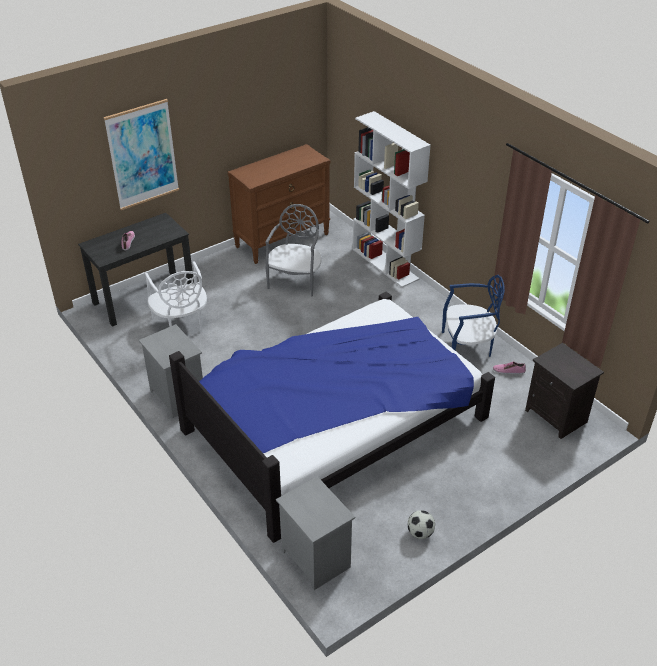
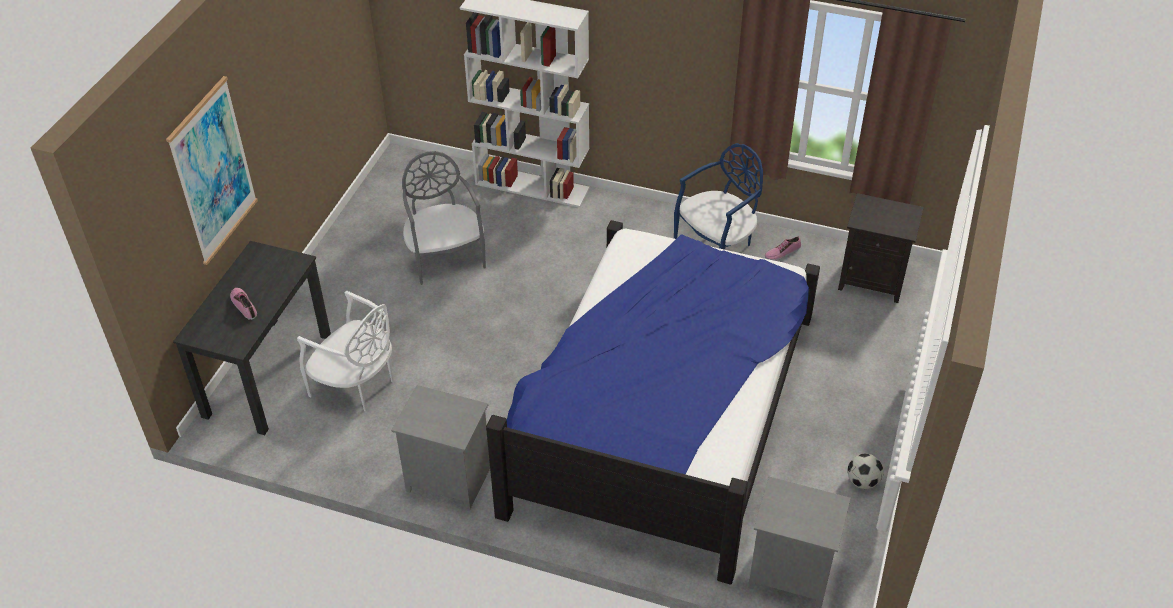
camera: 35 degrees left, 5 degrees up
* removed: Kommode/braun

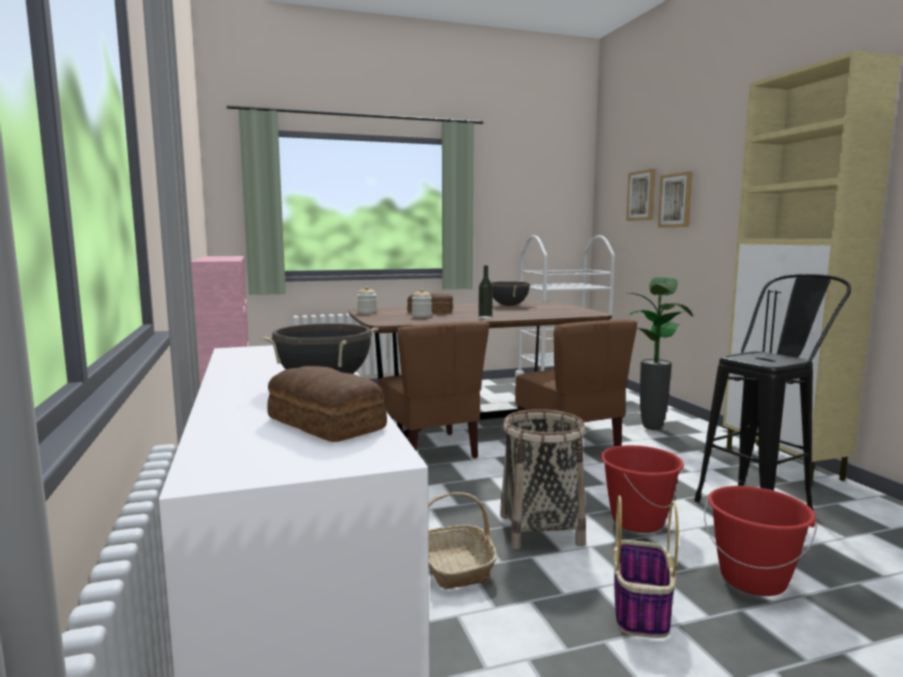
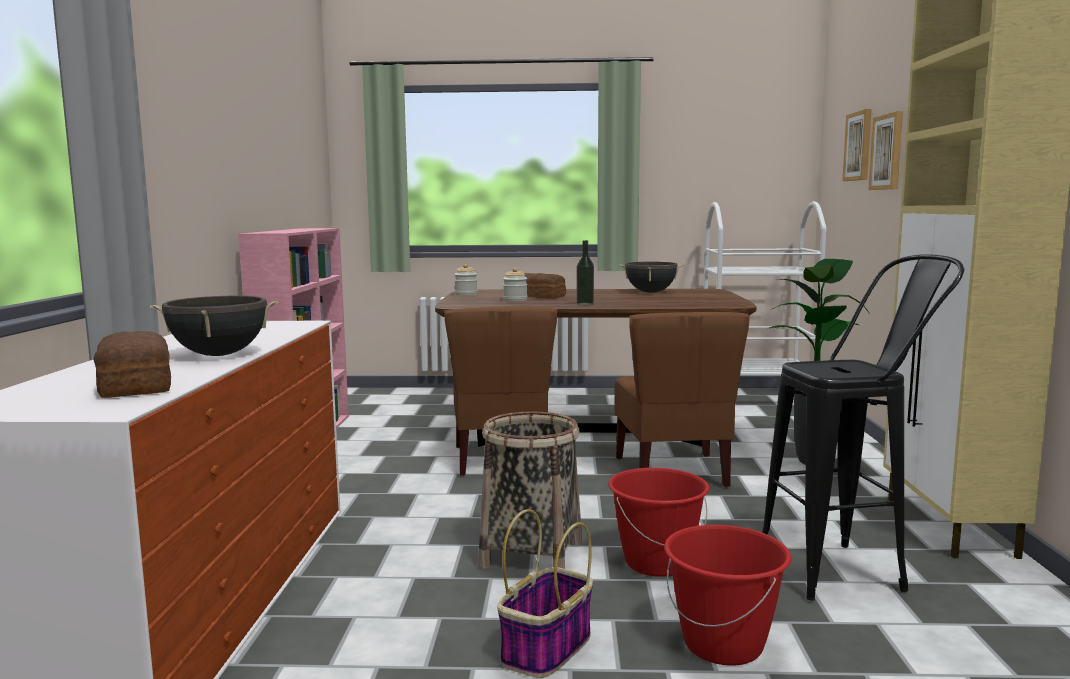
camera: 20 degrees right, 0 degrees up
* removed: Korb (1st from left)

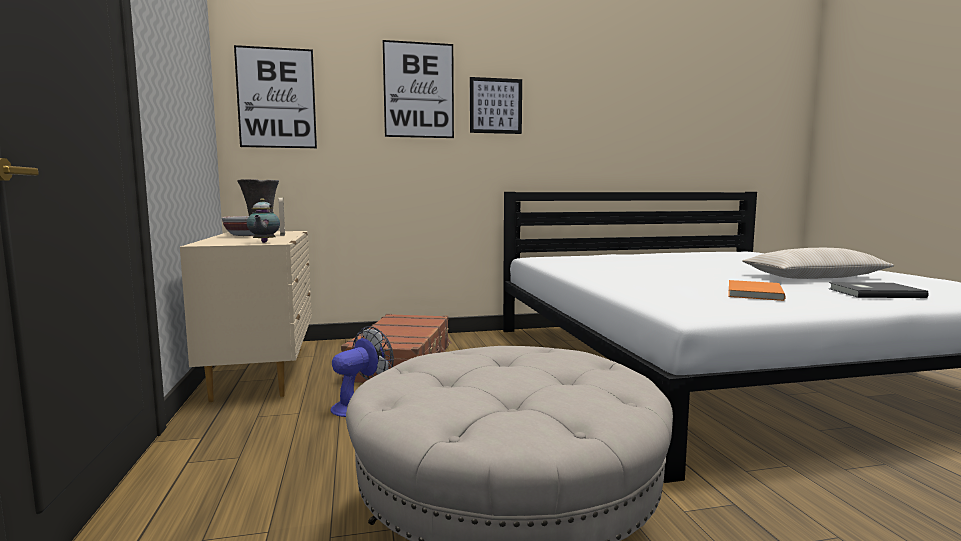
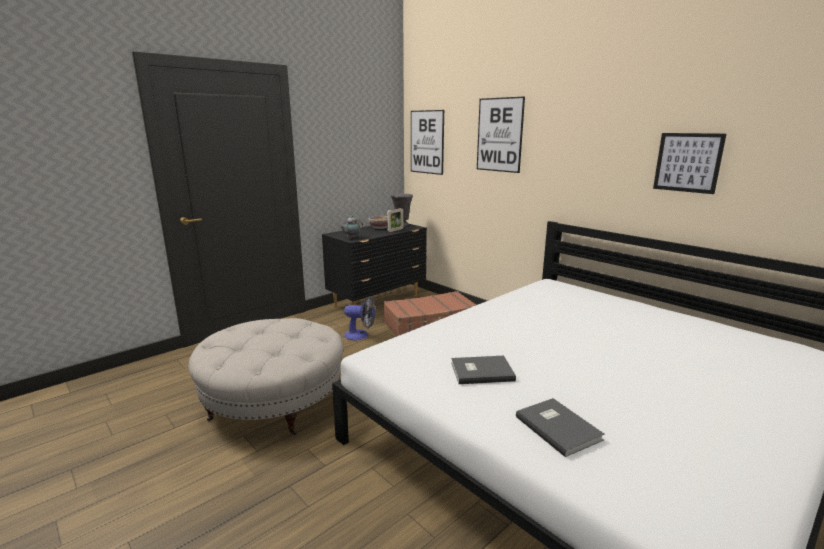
camera: 60 degrees right, 10 degrees up
* moved: Bild (3rd from left)
* recoloured: Kommode/beige to Kommode/schwarz
* removed: Kissen/beige
* recoloured: Buch/orange to Buch/grau (1st from left)

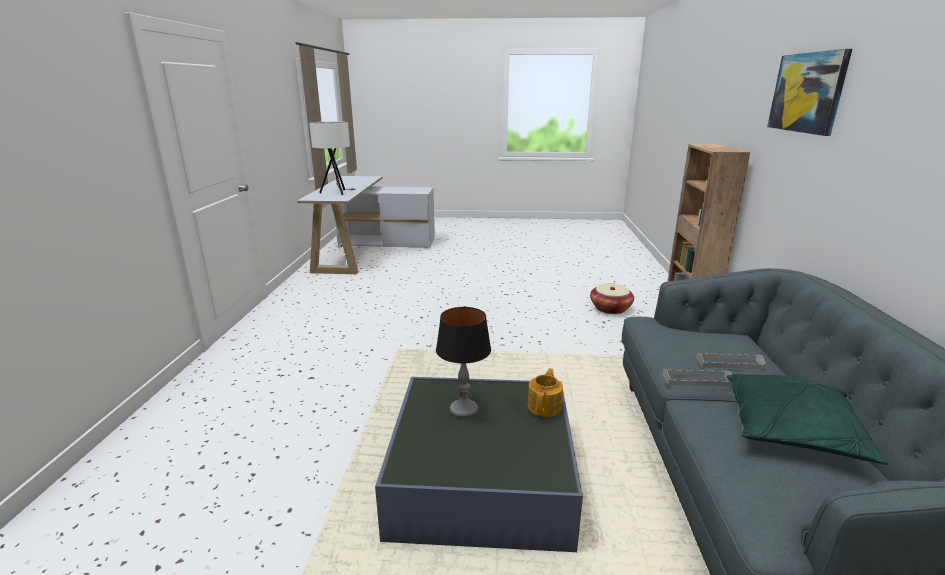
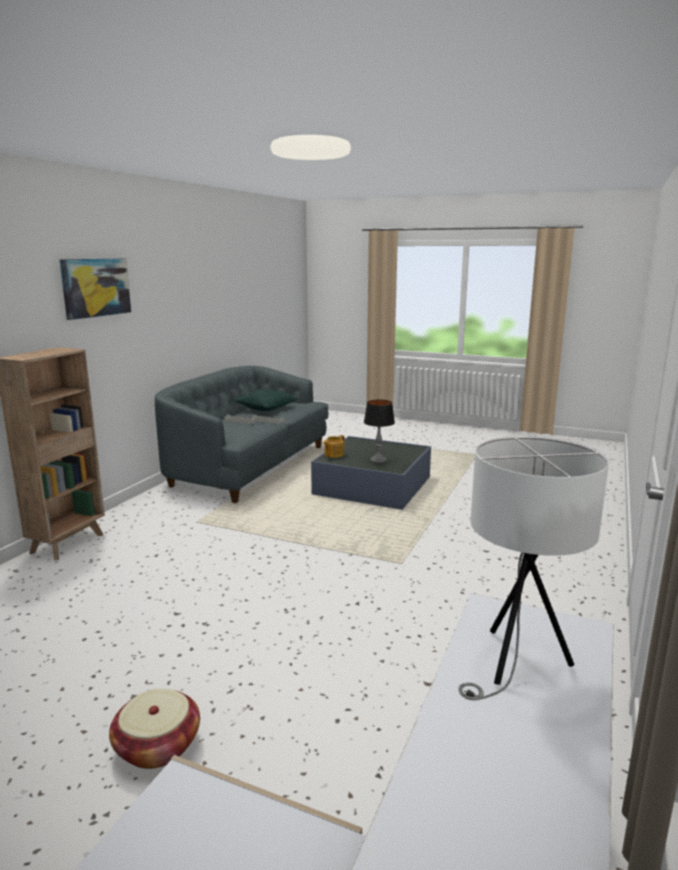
camera: 160 degrees left, 5 degrees down
* moved: Korb

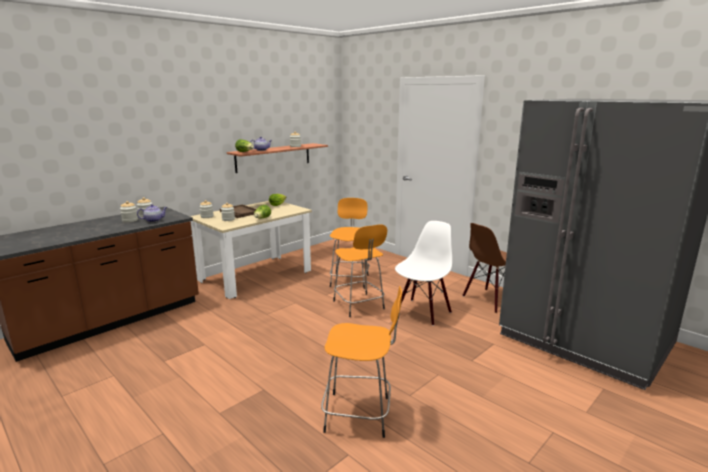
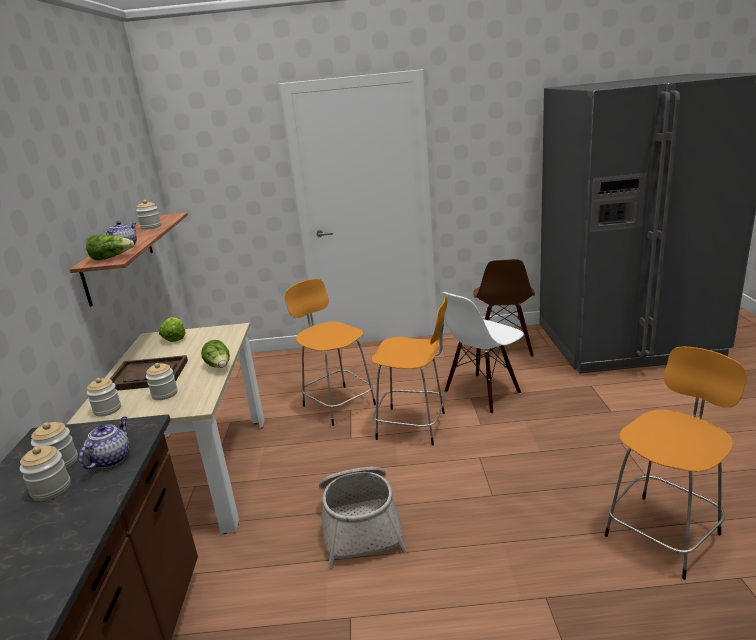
camera: 45 degrees left, 5 degrees up
* turned: Stuhl/weiß 120 degrees counterclockwise
* added: Korb

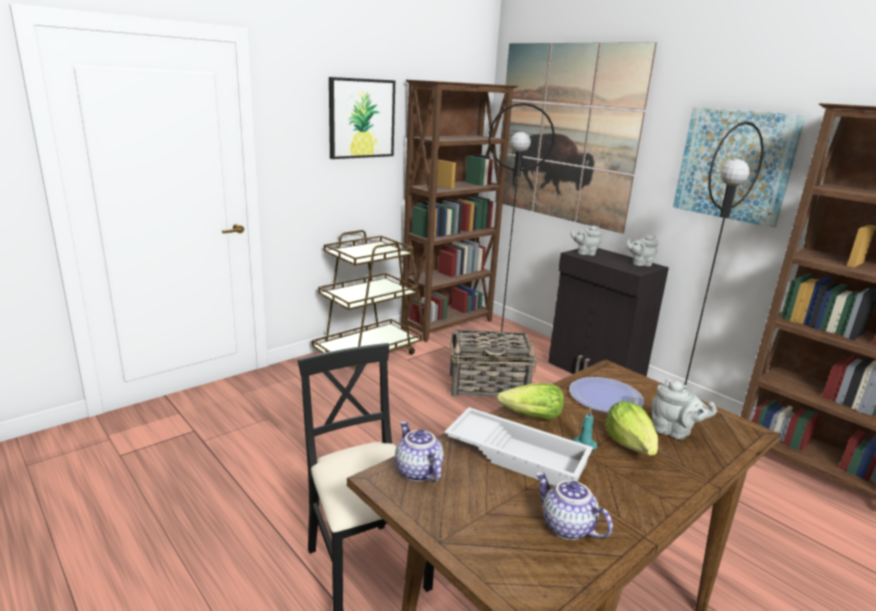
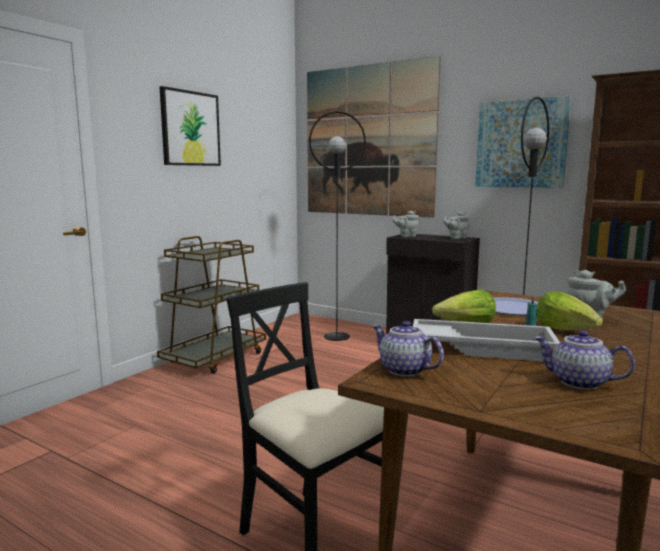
camera: 15 degrees left, 10 degrees down
* removed: Bücherregal/braun (1st from left)
* removed: Korb

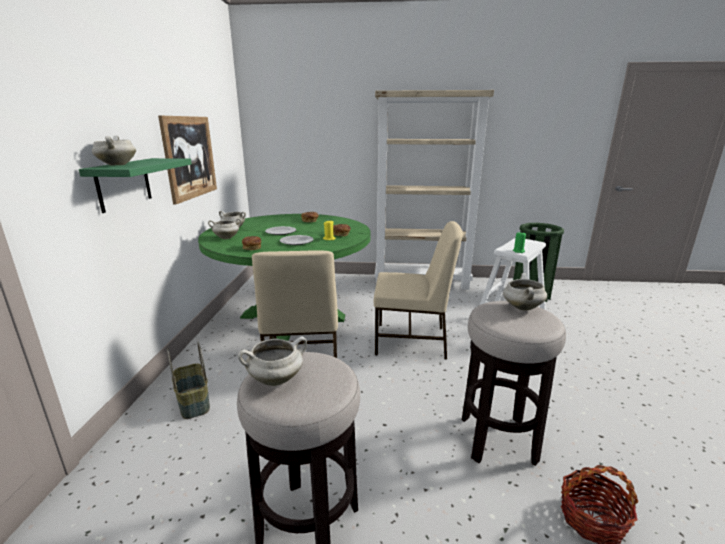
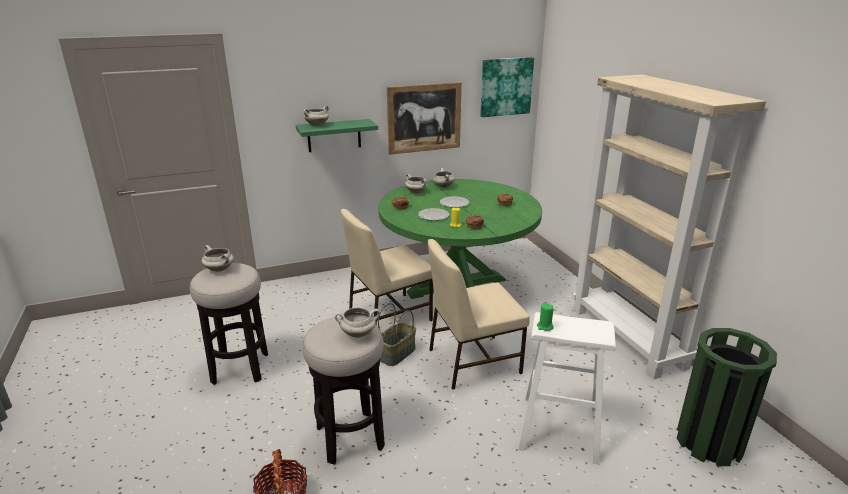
camera: 65 degrees right, 5 degrees up
* turned: Stuhl/beige (2nd from left) 90 degrees clockwise
* moved: Korb (1st from left in the first image) to Korb (2nd from left)
* added: Bild (2nd from left)

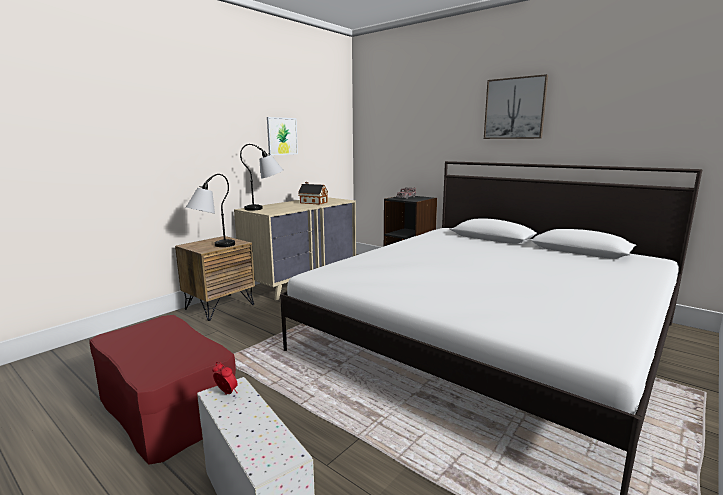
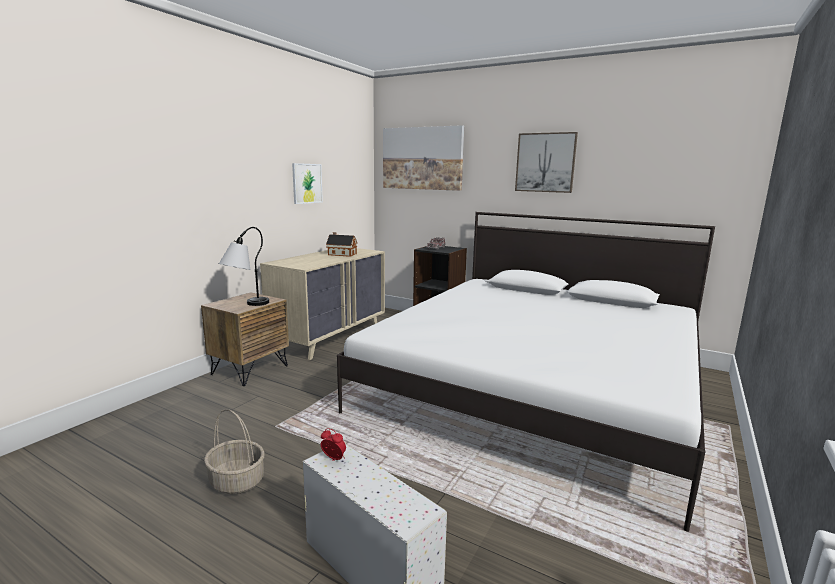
camera: 10 degrees left, 0 degrees up
* removed: Tischlampe (2nd from left)
* replaced: Polsterhocker/rot to Korb
* added: Bild (2nd from left)

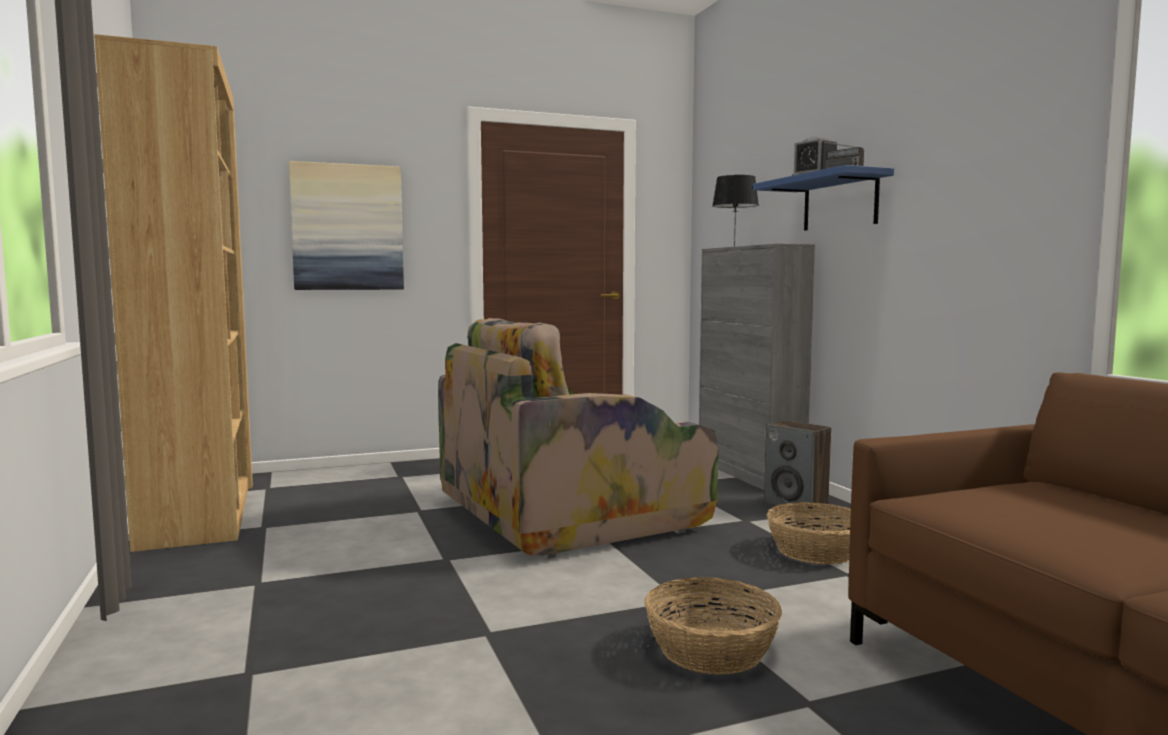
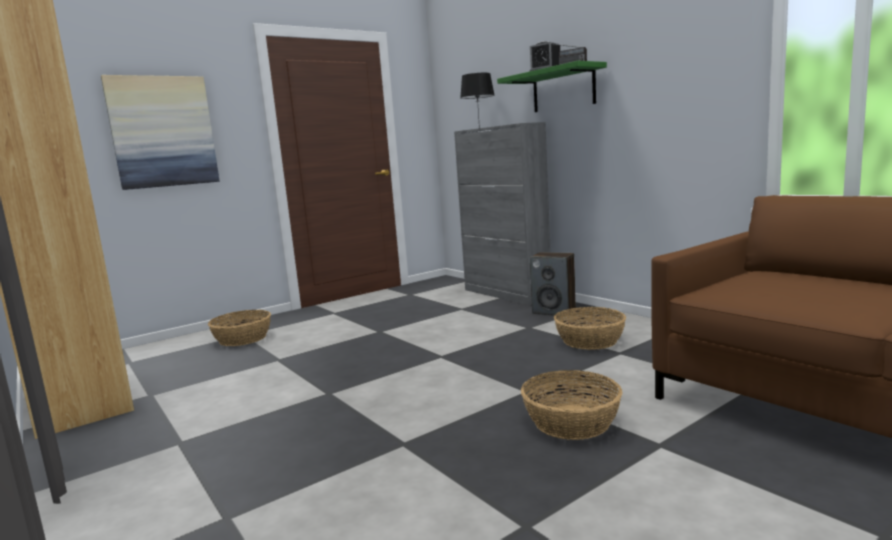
camera: 15 degrees left, 5 degrees up
* recoloured: Wandregal/blau to Wandregal/grün
* removed: Sessel
* added: Korb (1st from left)

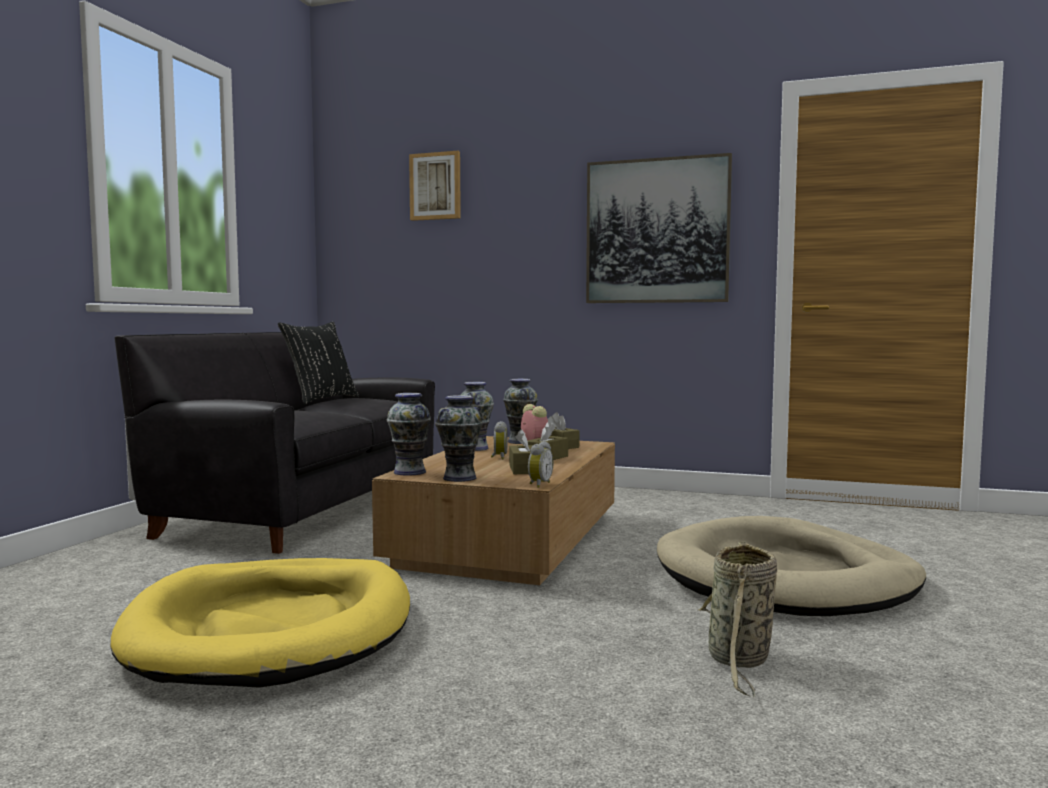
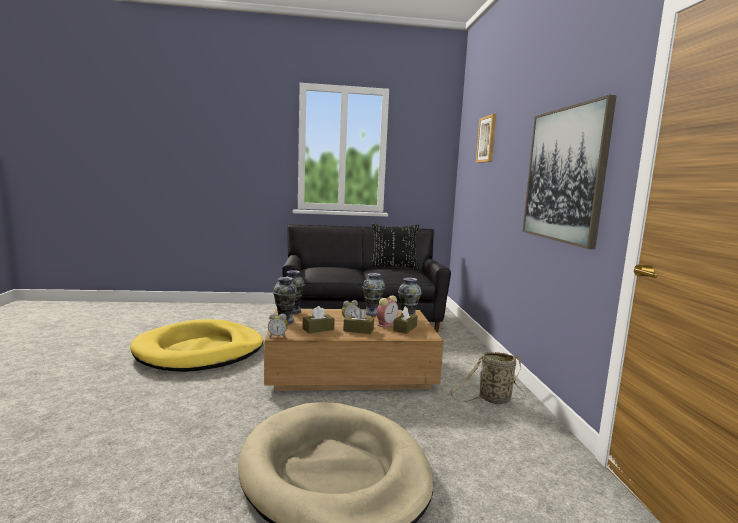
camera: 65 degrees right, 5 degrees up
* moved: Korb

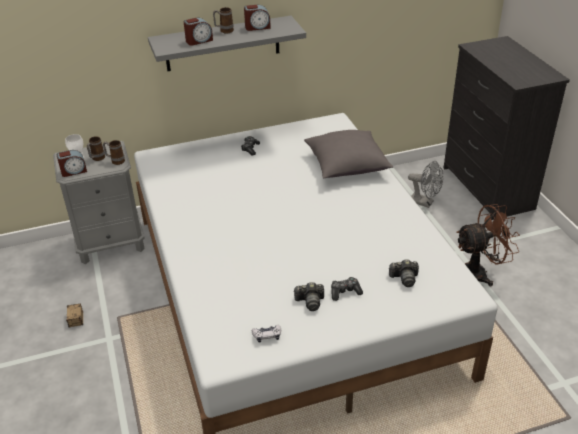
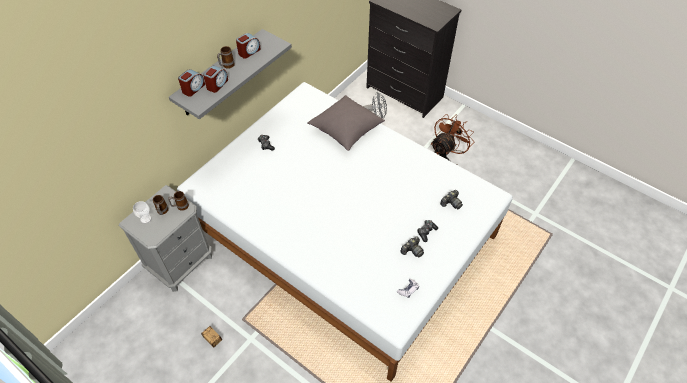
camera: 35 degrees left, 15 degrees up
* moved: Wecker (1st from left)

